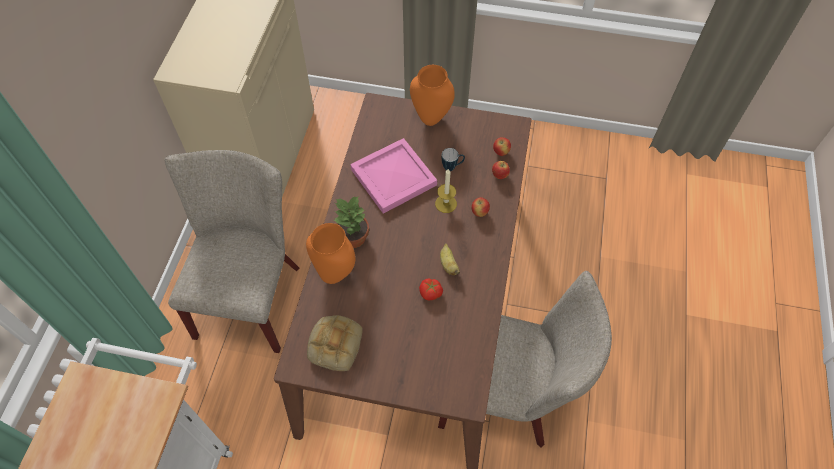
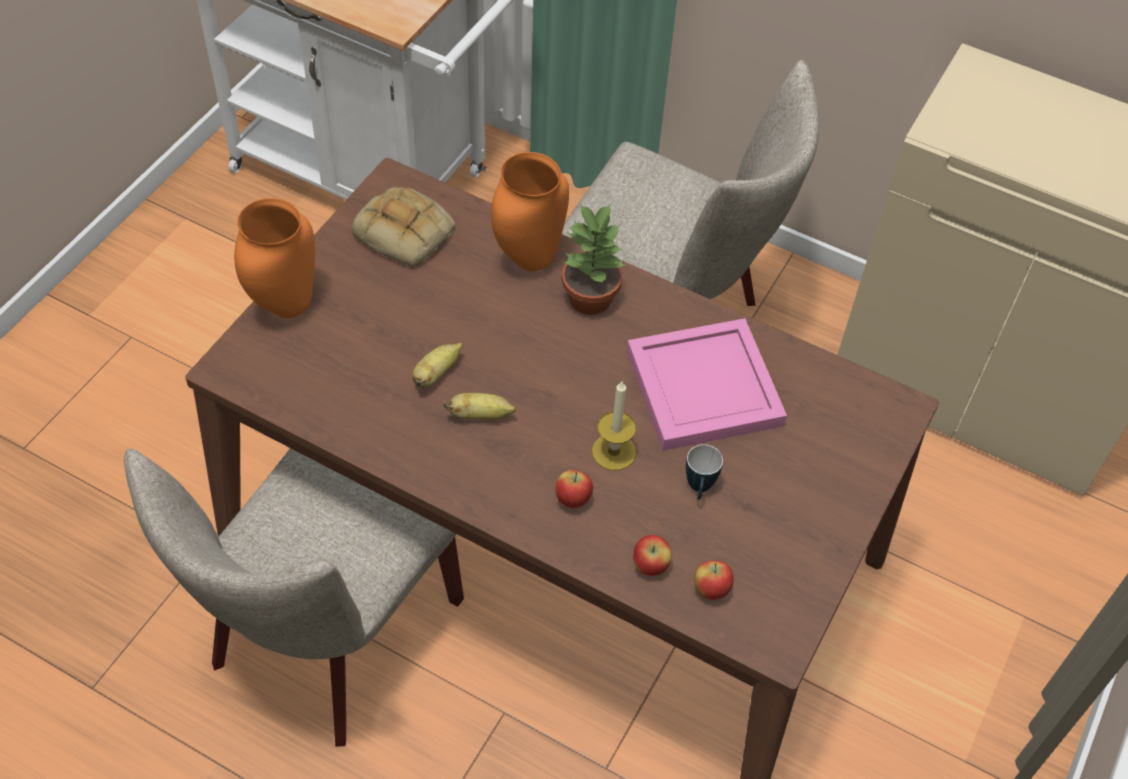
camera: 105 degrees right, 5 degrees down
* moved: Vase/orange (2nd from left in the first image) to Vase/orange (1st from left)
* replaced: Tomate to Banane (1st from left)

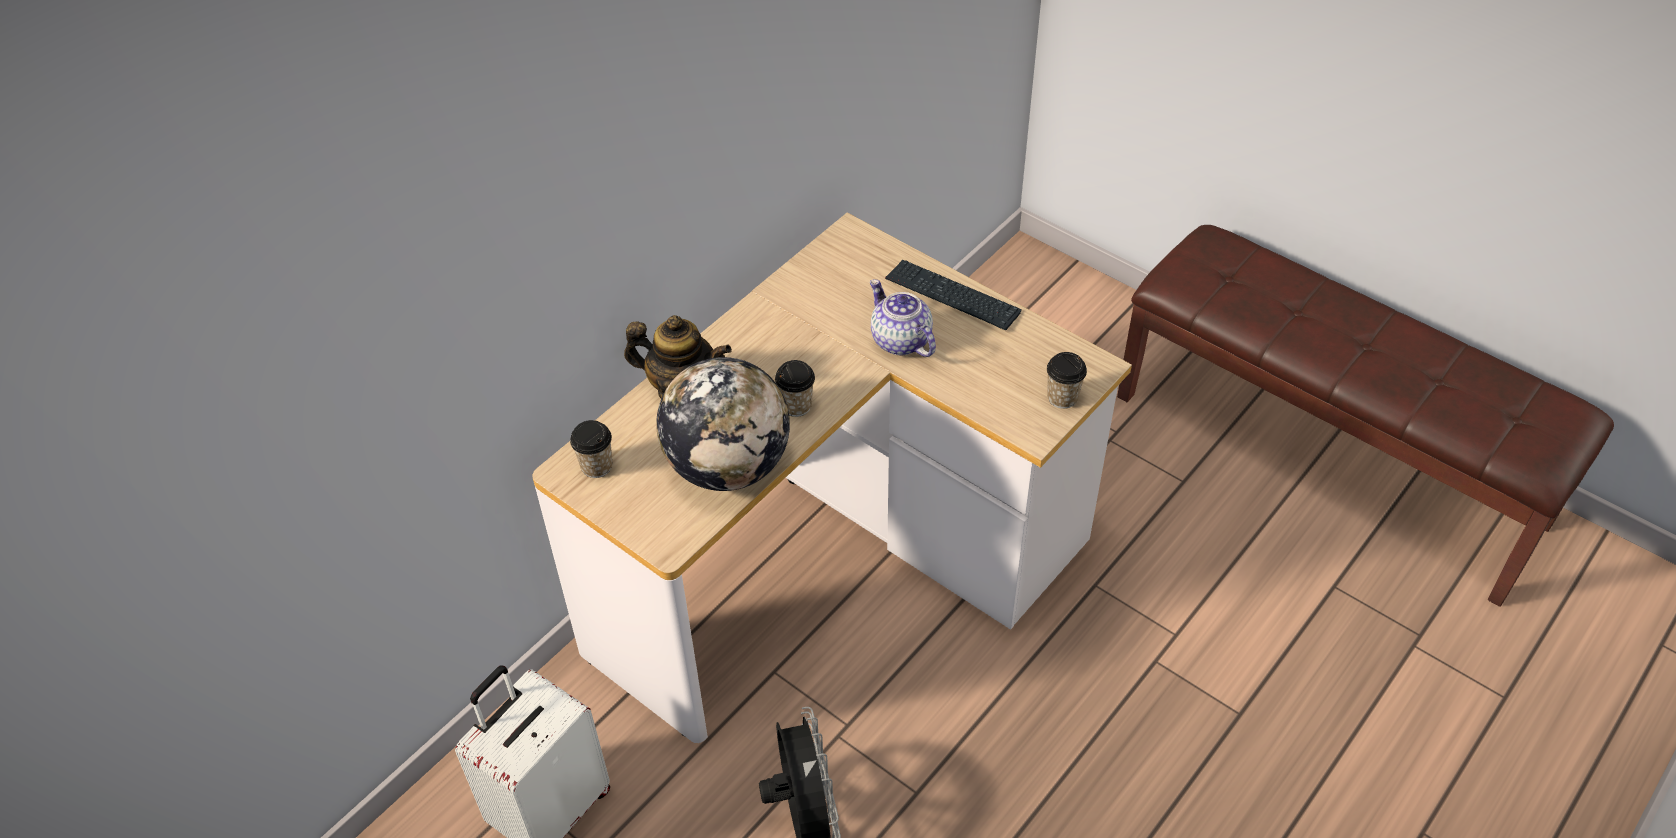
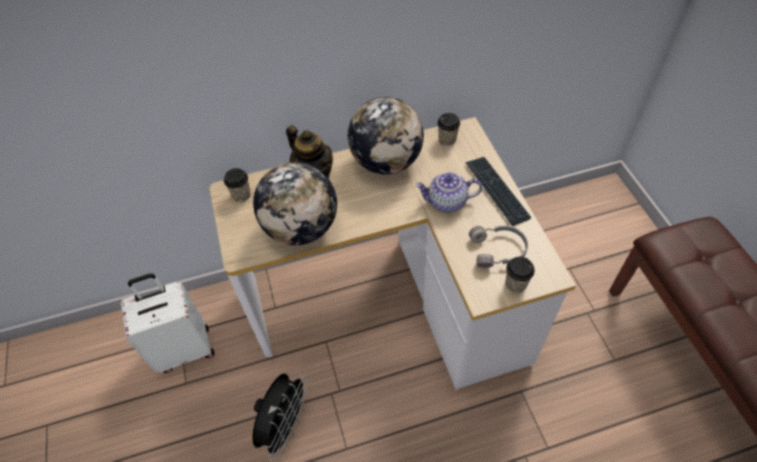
camera: 35 degrees right, 5 degrees up
* turned: Teekanne (2nd from left) 90 degrees counterclockwise
* moved: Tasse (2nd from left)
* added: Globus (2nd from left)
* added: Kopfhörer/grau

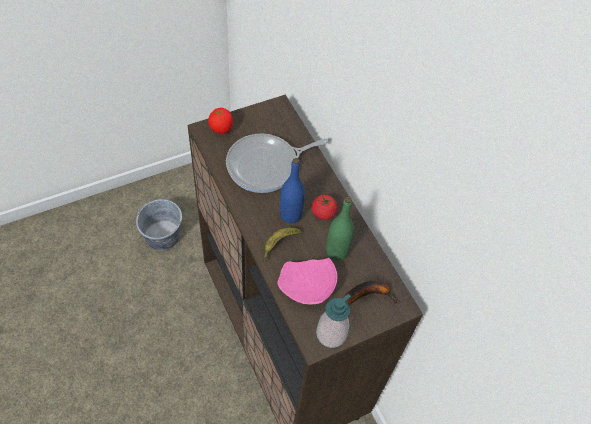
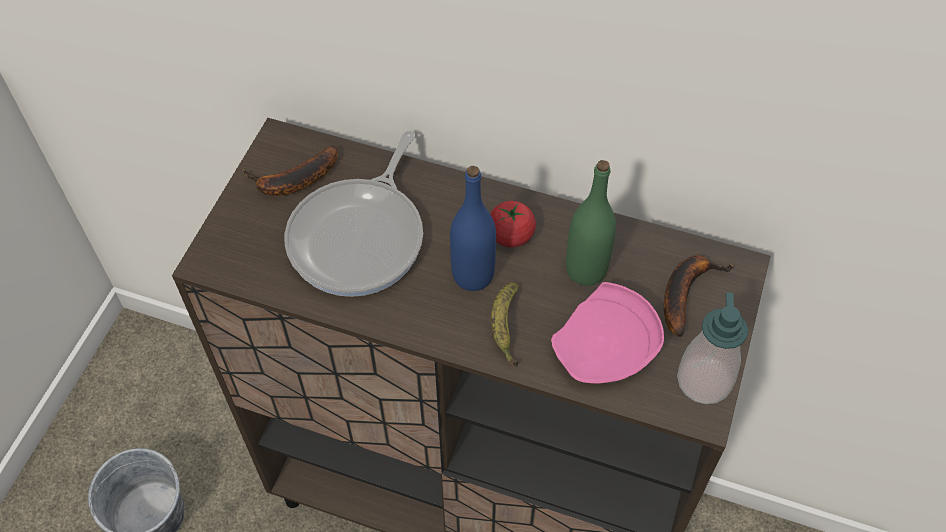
camera: 40 degrees left, 0 degrees up
* removed: Tomate (1st from left)
* added: Banane (1st from left)

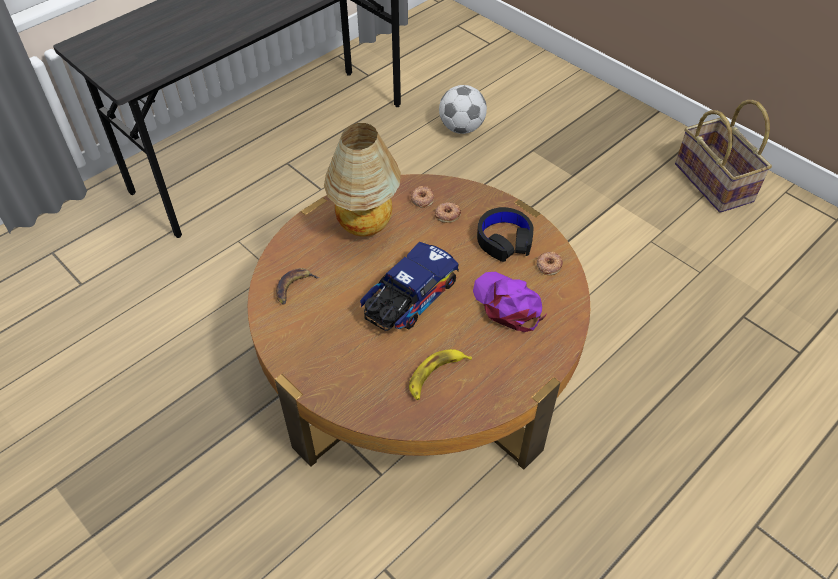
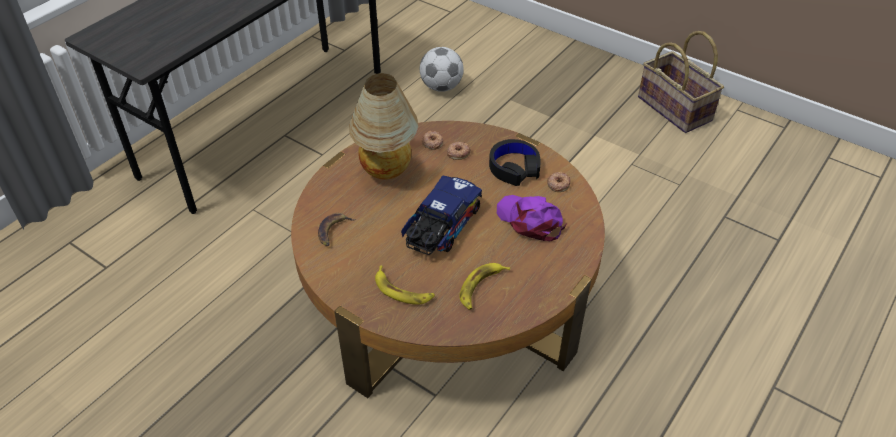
camera: 10 degrees left, 5 degrees down
* added: Banane (2nd from left)

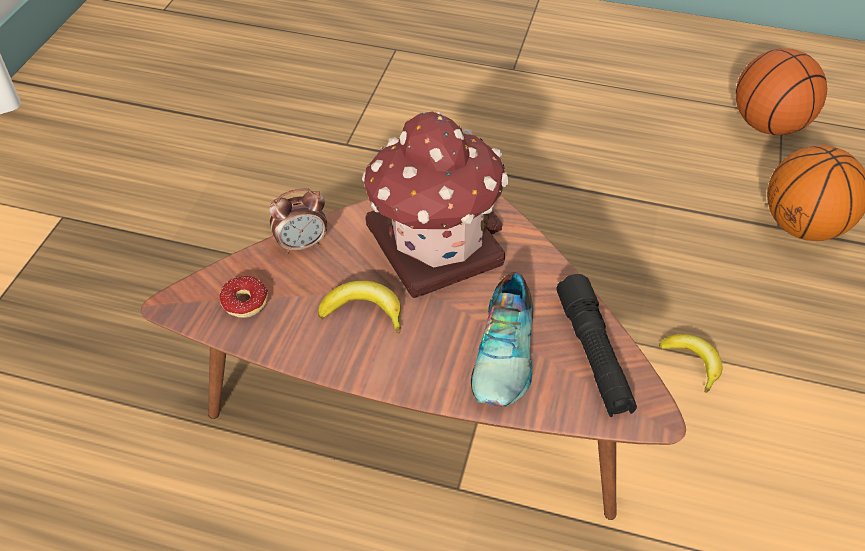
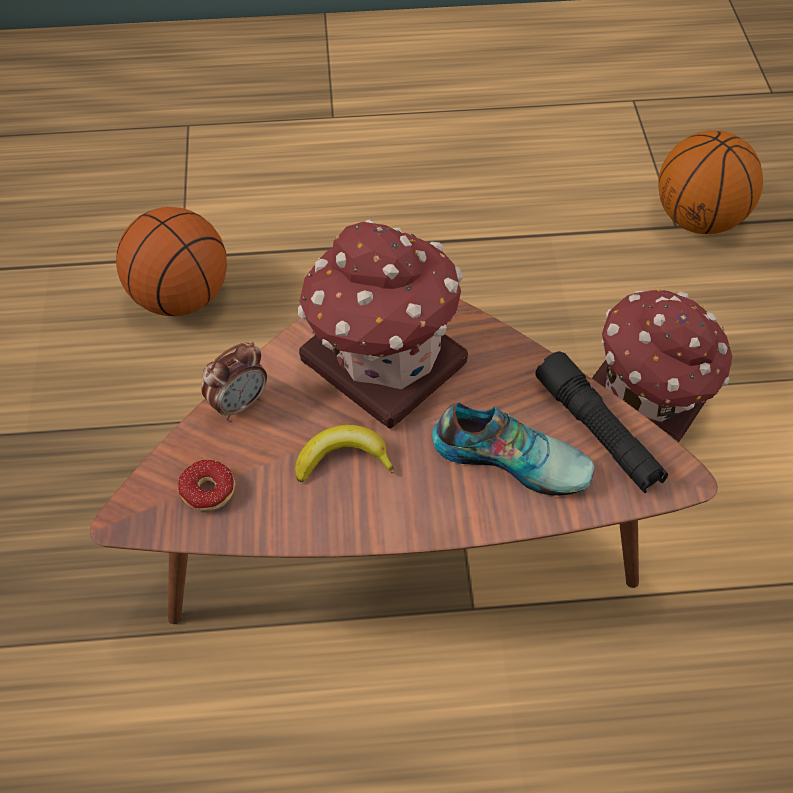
camera: 20 degrees left, 5 degrees up
* moved: Basketball (1st from left)
* turned: Schuh 60 degrees counterclockwise
* replaced: Banane (2nd from left) to Spielzeughaus (2nd from left)

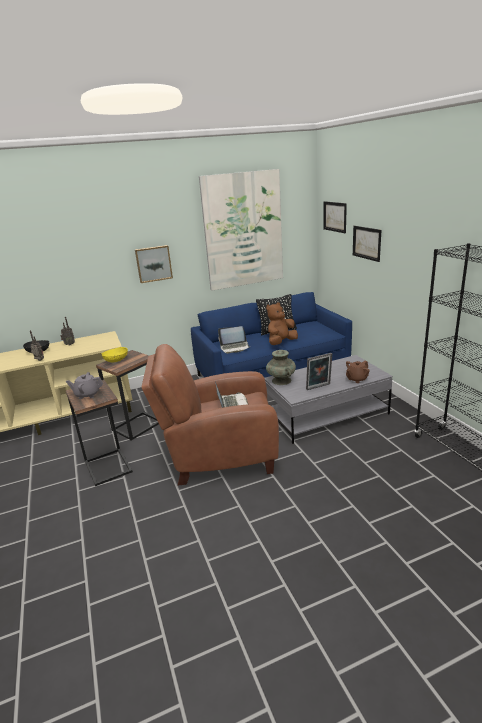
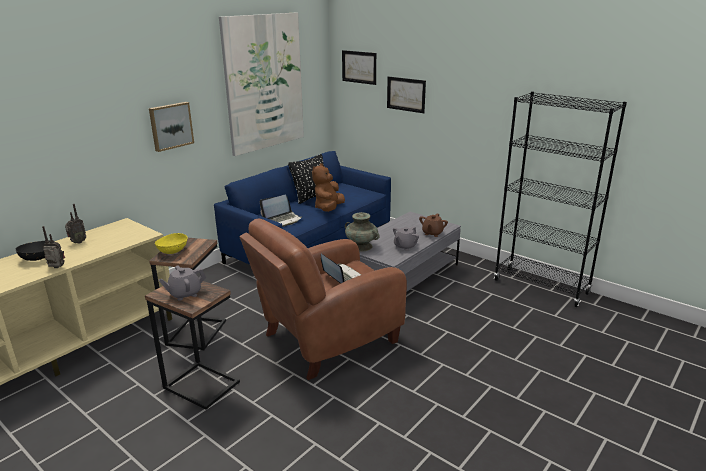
camera: 30 degrees left, 0 degrees up
* replaced: Bilderrahmen to Teekanne/grau (2nd from left)

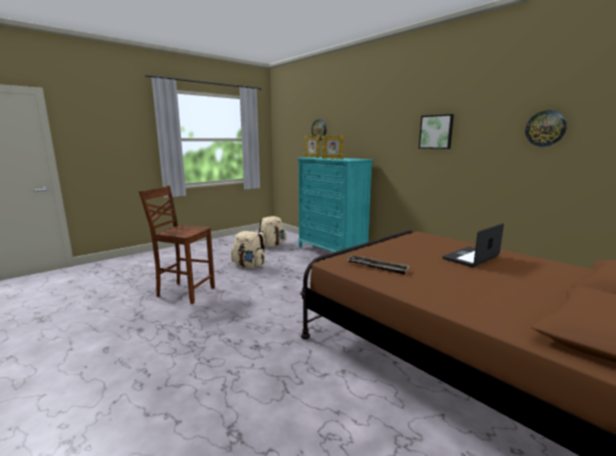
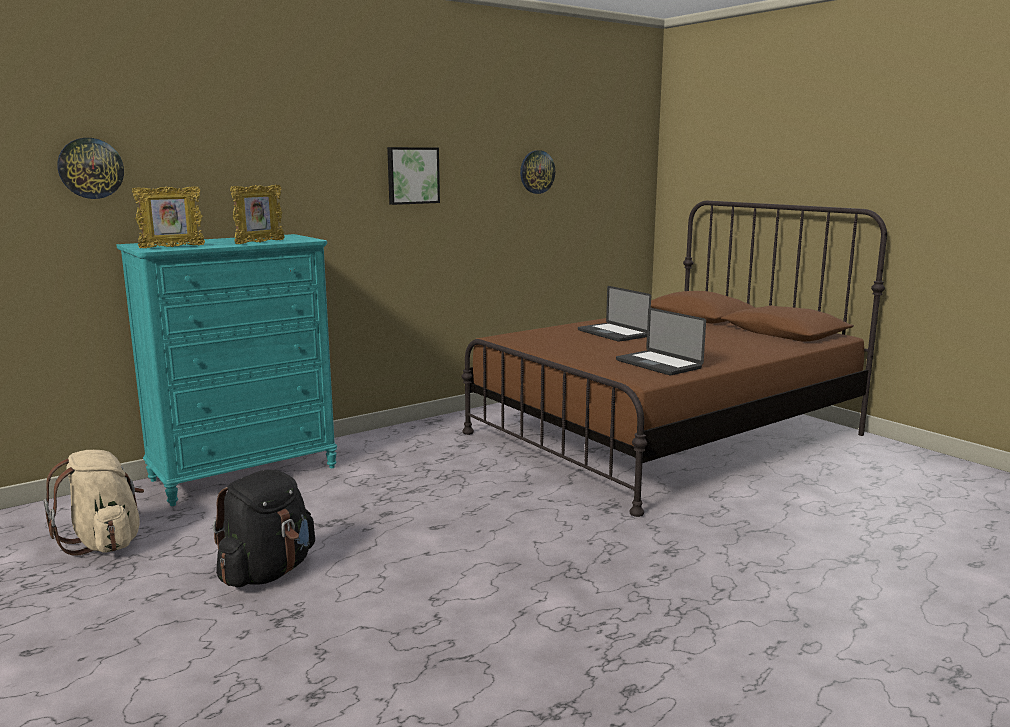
camera: 85 degrees left, 0 degrees up
* removed: Stuhl/braun
* recoloured: Rucksack/beige (1st from left) to Rucksack/schwarz
* replaced: Tablett to Laptop (2nd from left)

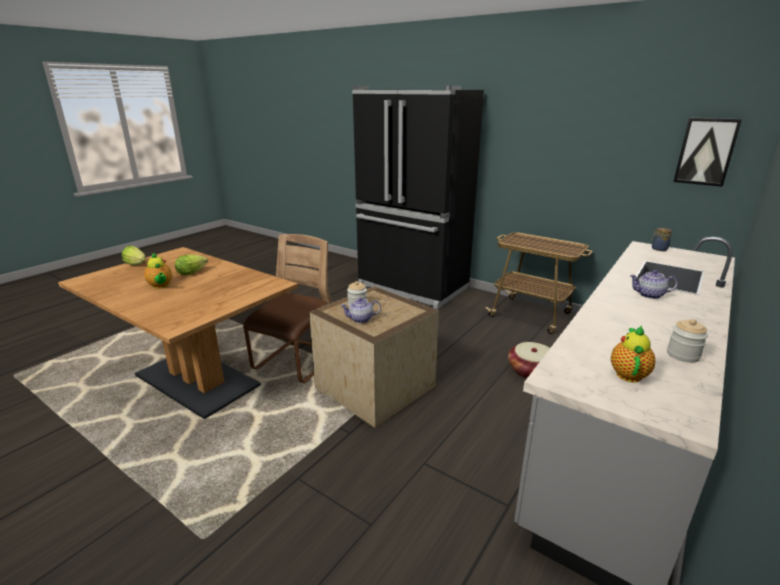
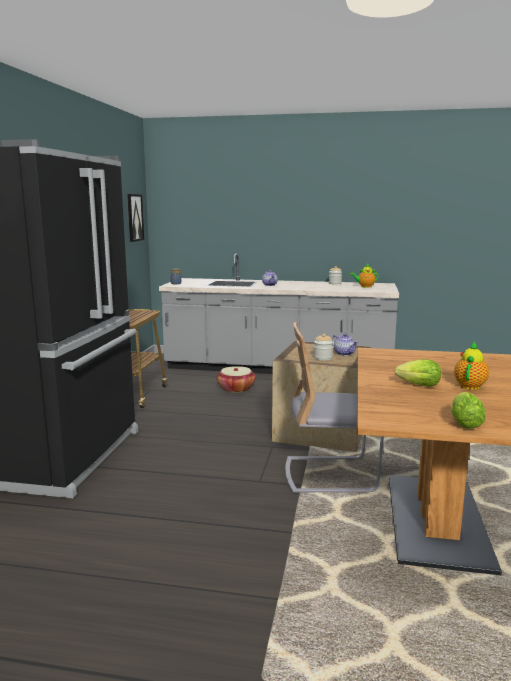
camera: 115 degrees left, 10 degrees down
* recoloured: Stuhl/braun to Stuhl/grau

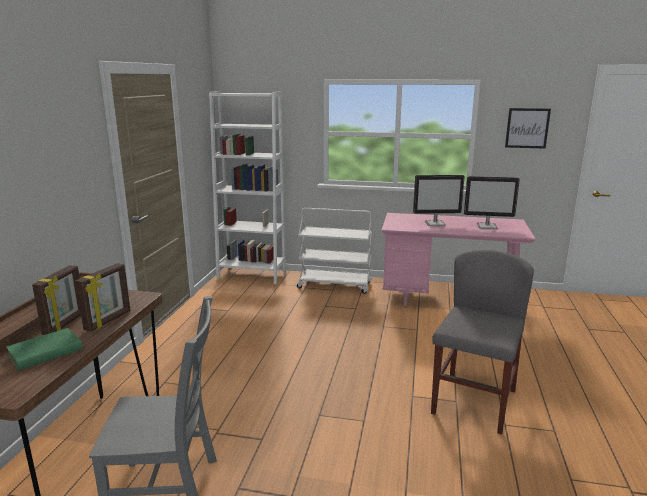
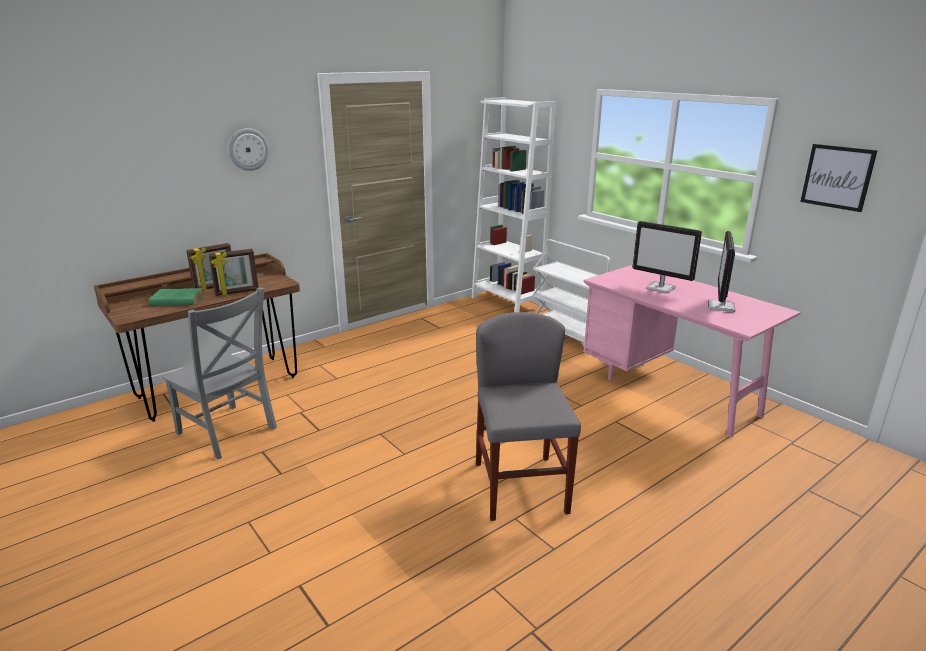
camera: 40 degrees right, 5 degrees up
* turned: Monitor (2nd from left) 60 degrees clockwise
* turned: Stuhl/grau (2nd from left) 75 degrees counterclockwise
* added: Wanduhr

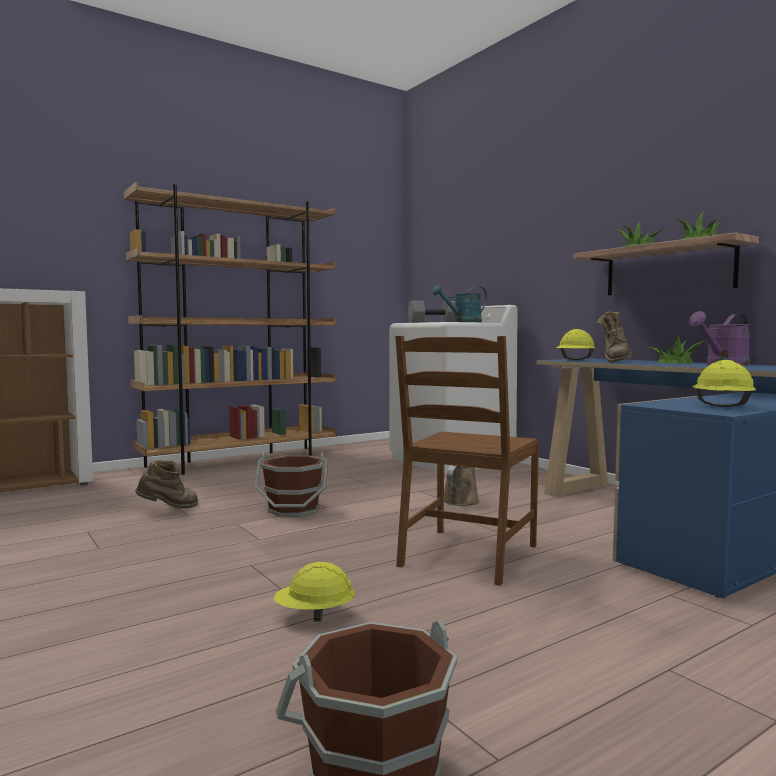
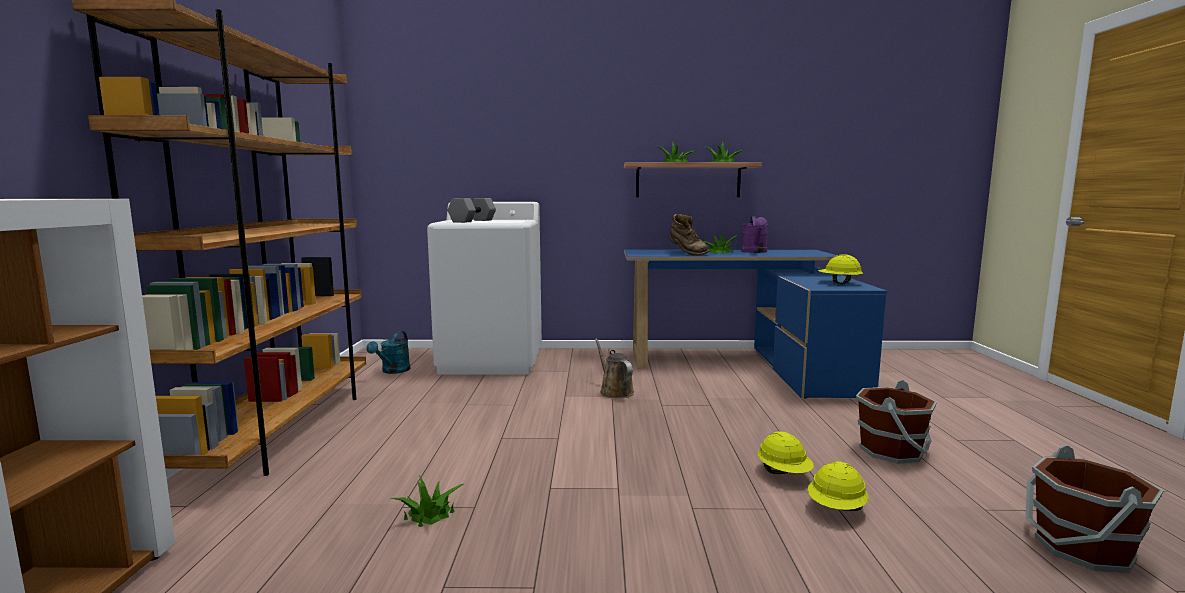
camera: 55 degrees left, 5 degrees up
* moved: Gießkanne/türkis
* moved: Schutzhelm/gelb (2nd from left in the first image) to Schutzhelm/gelb (1st from left)
* removed: Stuhl/braun
* moved: Eimer/braun (1st from left)
* replaced: Stiefel/braun (1st from left) to Topfpflanze (1st from left)

